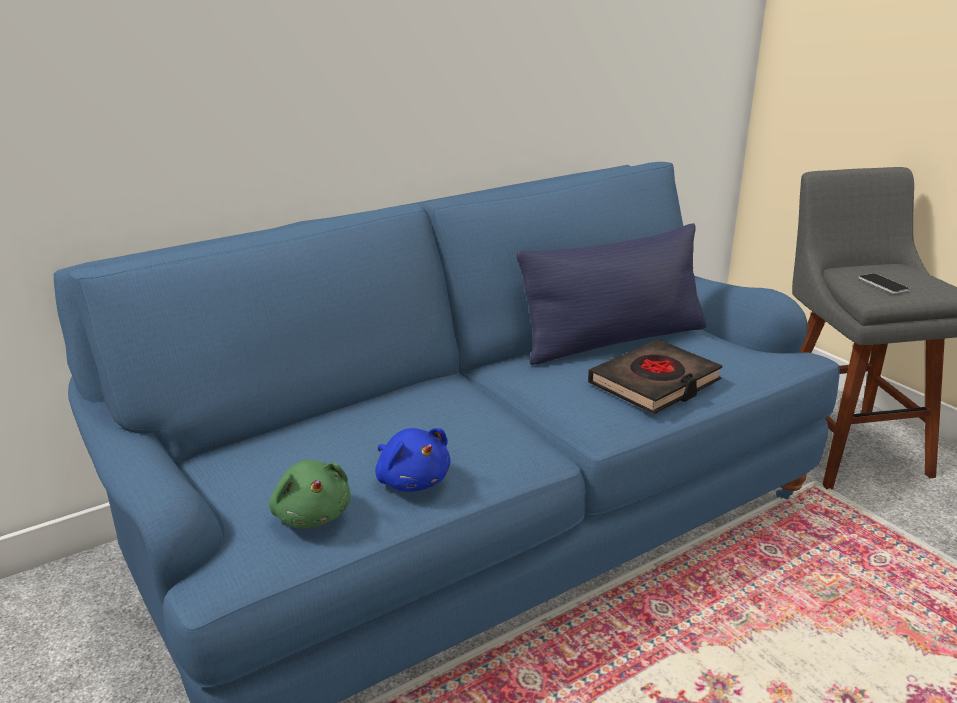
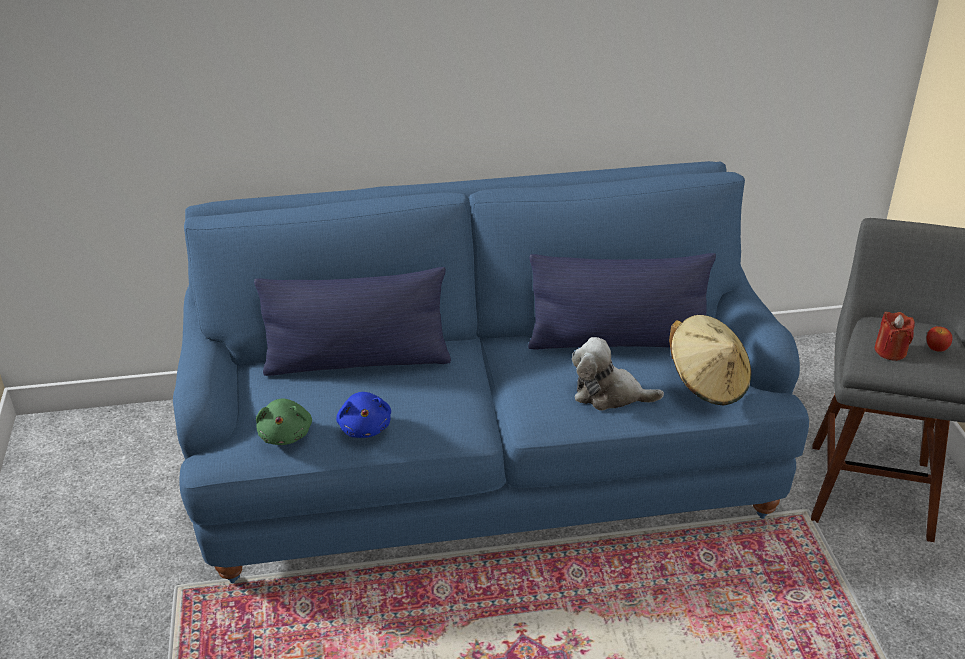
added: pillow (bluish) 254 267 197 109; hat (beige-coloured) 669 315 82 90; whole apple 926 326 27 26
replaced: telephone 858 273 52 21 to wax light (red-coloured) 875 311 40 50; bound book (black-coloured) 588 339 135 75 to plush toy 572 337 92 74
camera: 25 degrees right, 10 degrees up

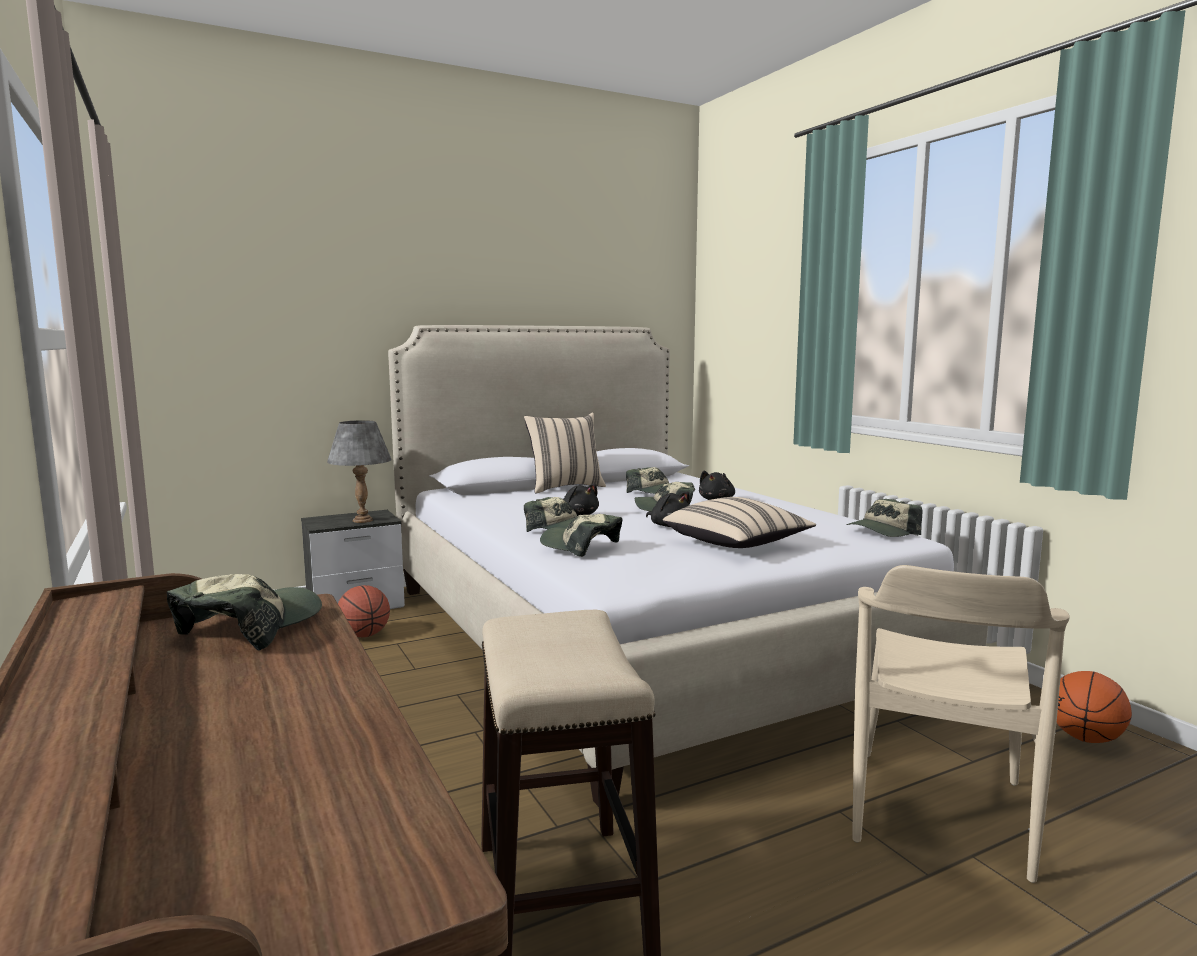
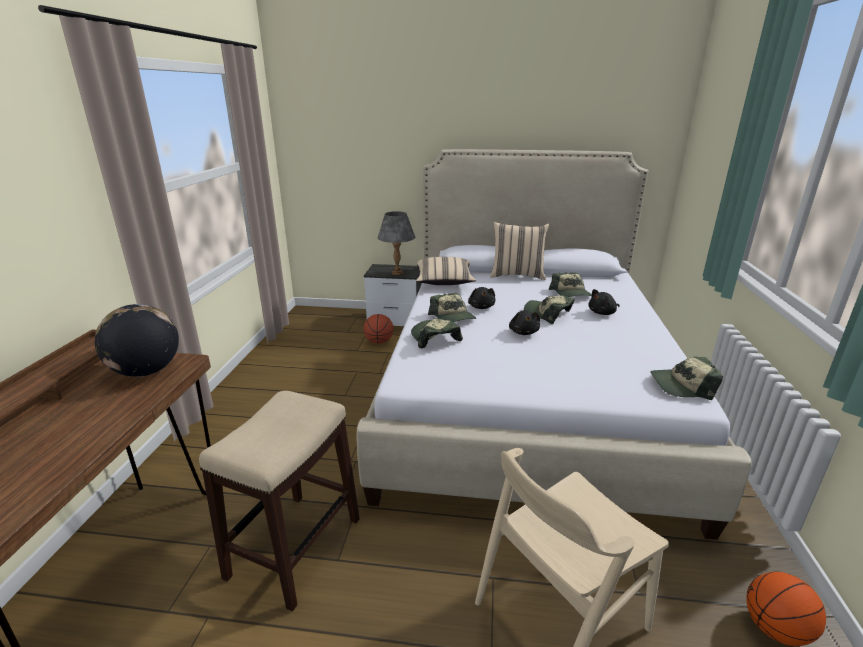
moved: pillow (beige-coloured) 663 497 153 51 to 416 257 60 28
replaced: cap 167 574 155 77 to desk globe 95 304 84 73
camera: 35 degrees right, 15 degrees up

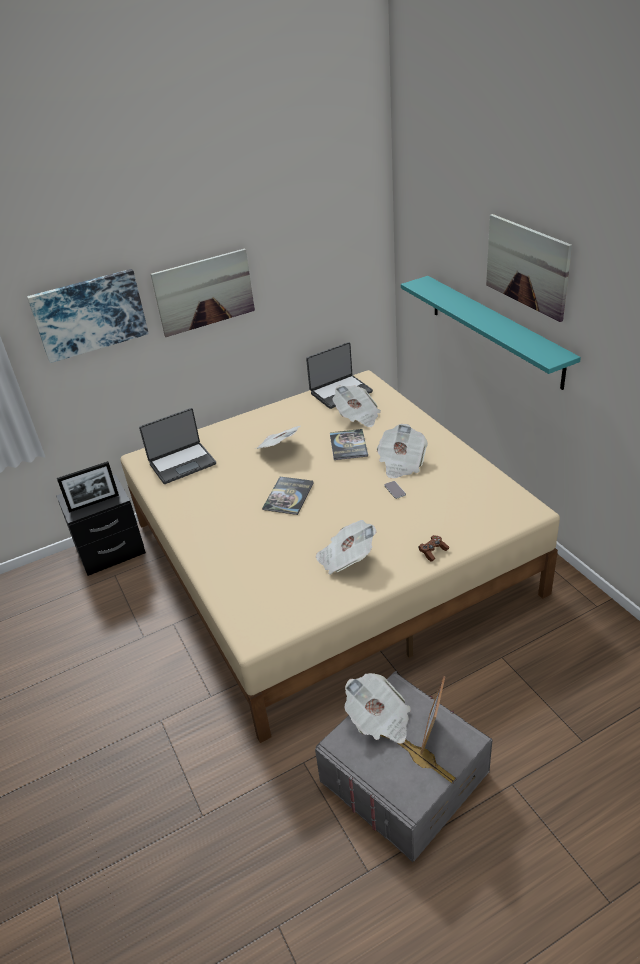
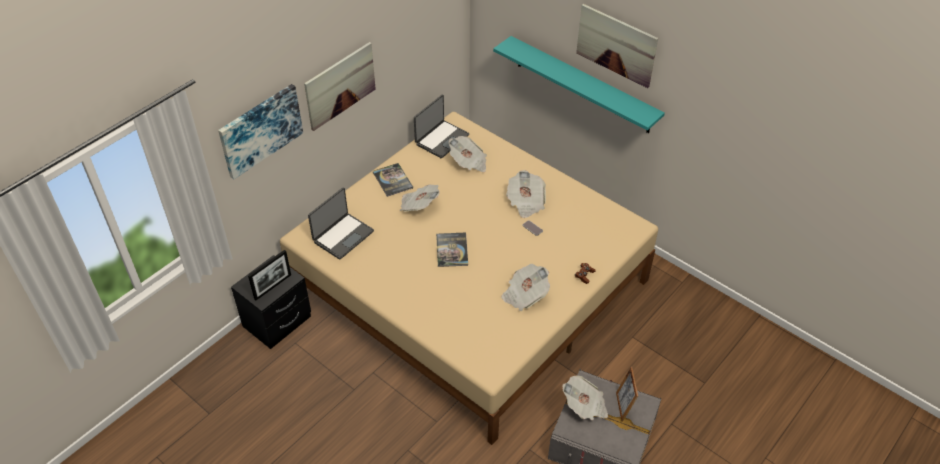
moved: bound book 330 429 38 31 to 373 163 40 34
camera: 25 degrees left, 10 degrees up

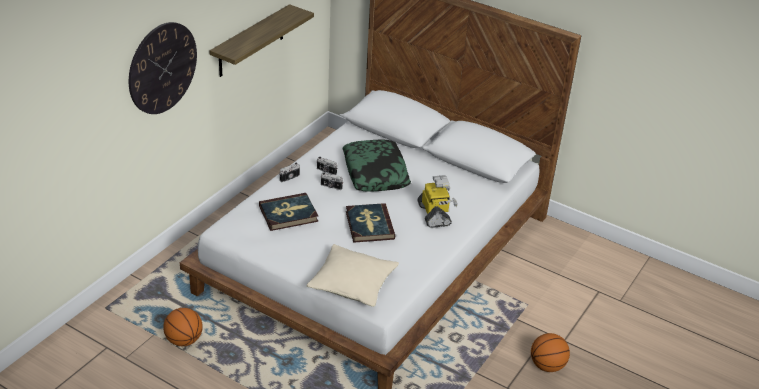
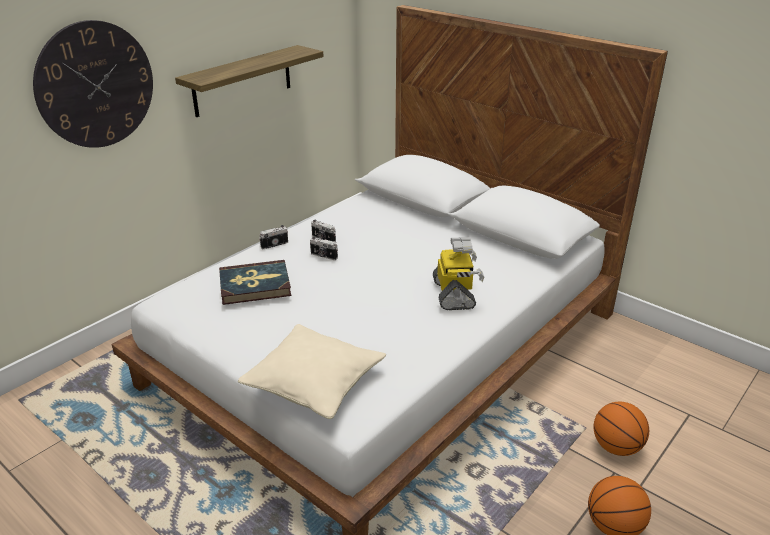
removed: pillow 343 140 68 52; bound book 346 203 50 40
moved: basketball ball 163 308 40 38 to 594 402 55 54
camera: 10 degrees right, 5 degrees down

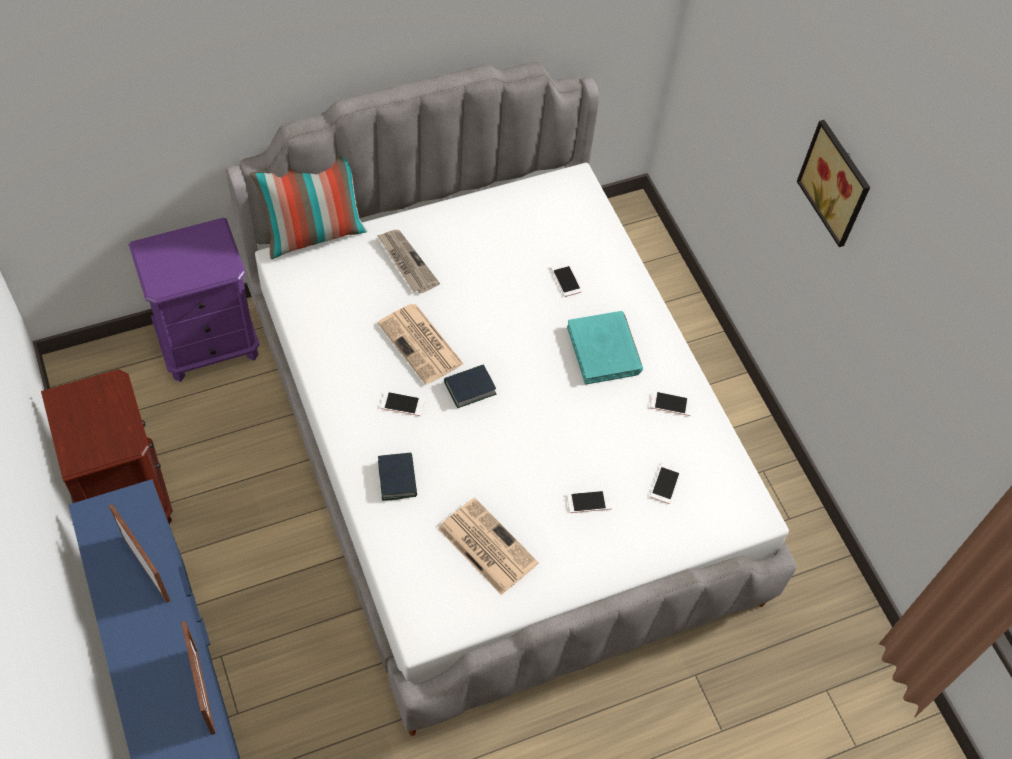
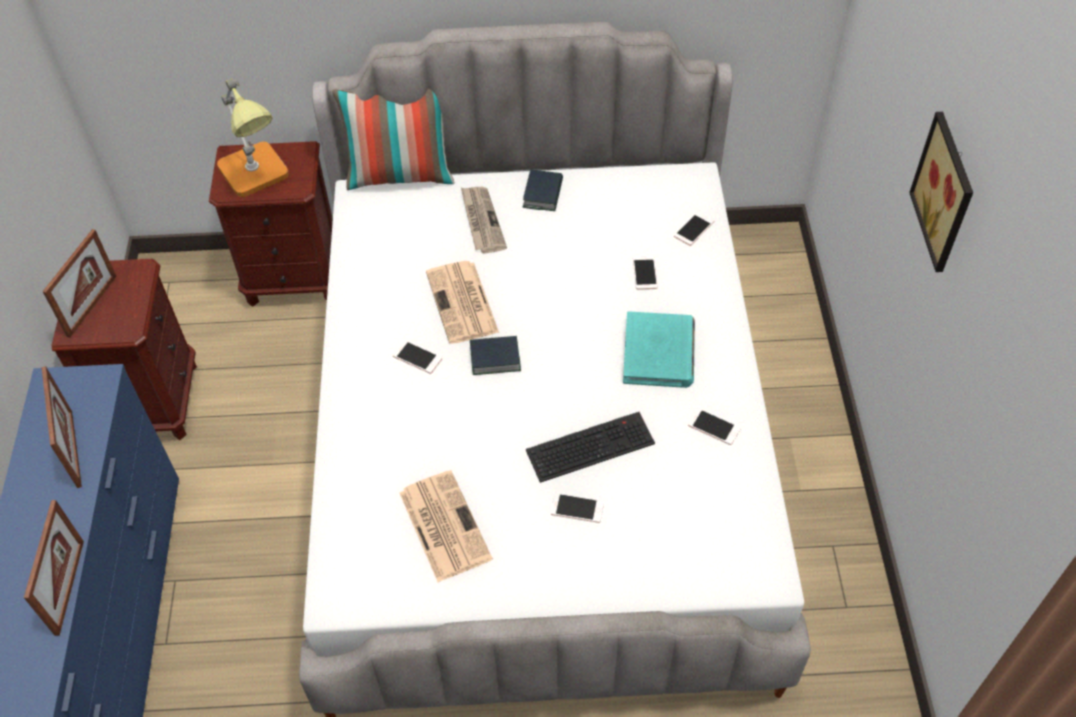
added: table lamp 217 79 72 118; photo frame 42 229 74 109; keyboard 526 412 129 71
moved: bound book 378 453 39 48 to 523 170 40 41; telephone 650 462 32 42 to 674 212 40 34
recoloured: bedside table (purple) 129 217 131 165 to bedside table (brownish) 209 141 124 166
camera: 25 degrees right, 5 degrees down

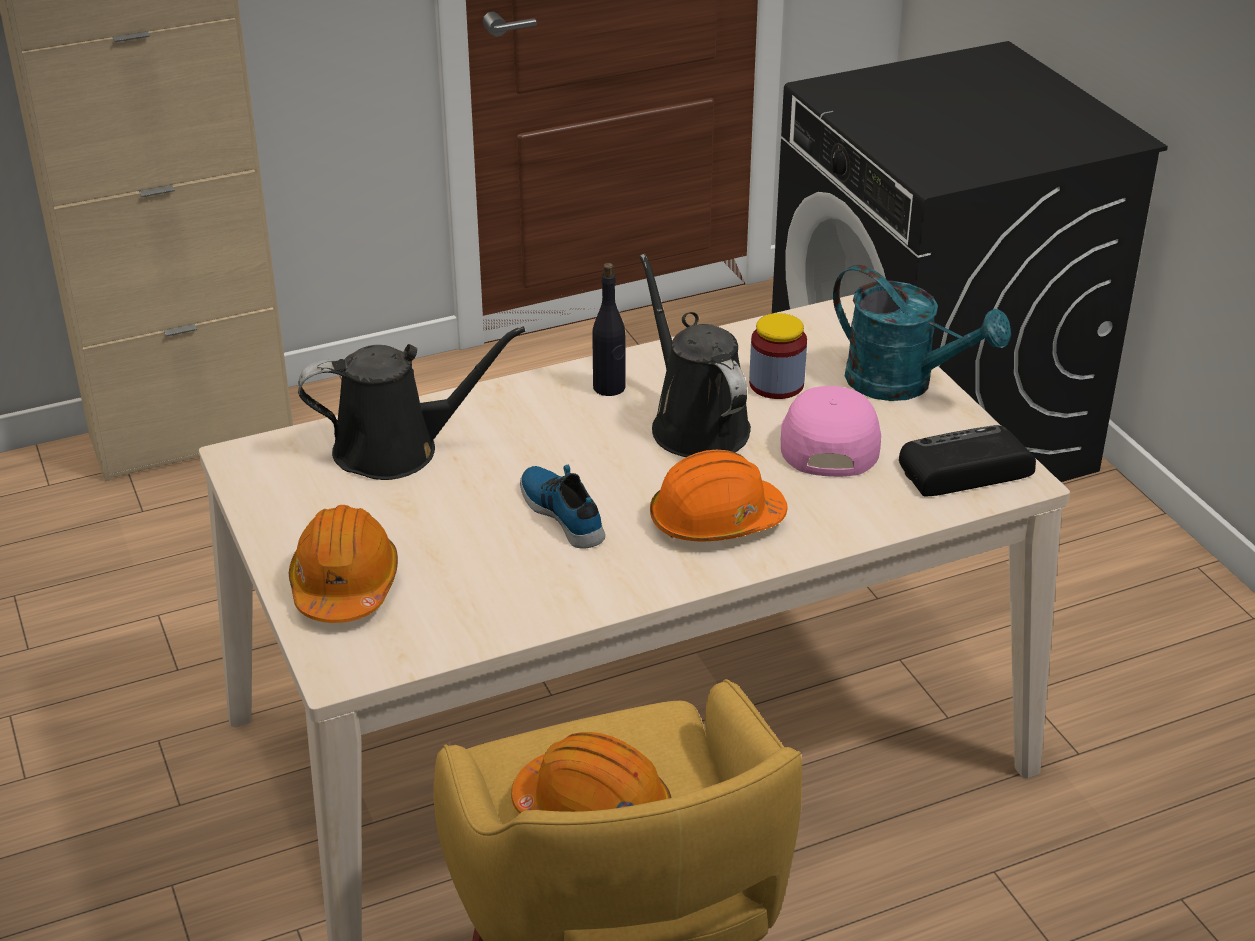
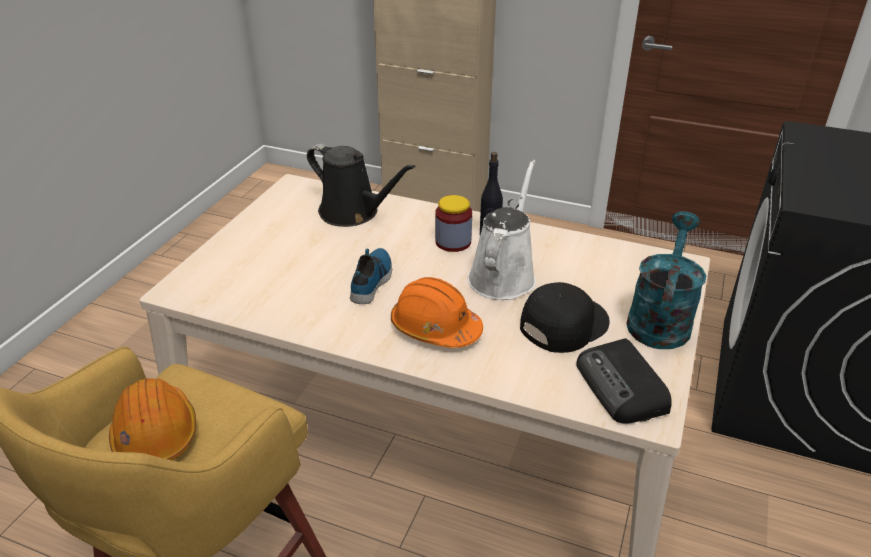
removed: safety helmet (orangey) 289 505 109 118
moved: jar 749 313 58 86 to 435 195 37 57
recoloured: sprinkling can (black-coloured) 639 254 112 203 to sprinkling can (white) 467 160 69 140; cap (pink-coloured) 781 386 100 91 to cap (black-coloured) 520 282 90 71
turned: sprinkling can (turquoise) 833 265 178 136 = 626 211 80 138 150 degrees counterclockwise; radio receiver 899 425 137 71 = 576 338 96 86 135 degrees counterclockwise
camera: 45 degrees right, 0 degrees up

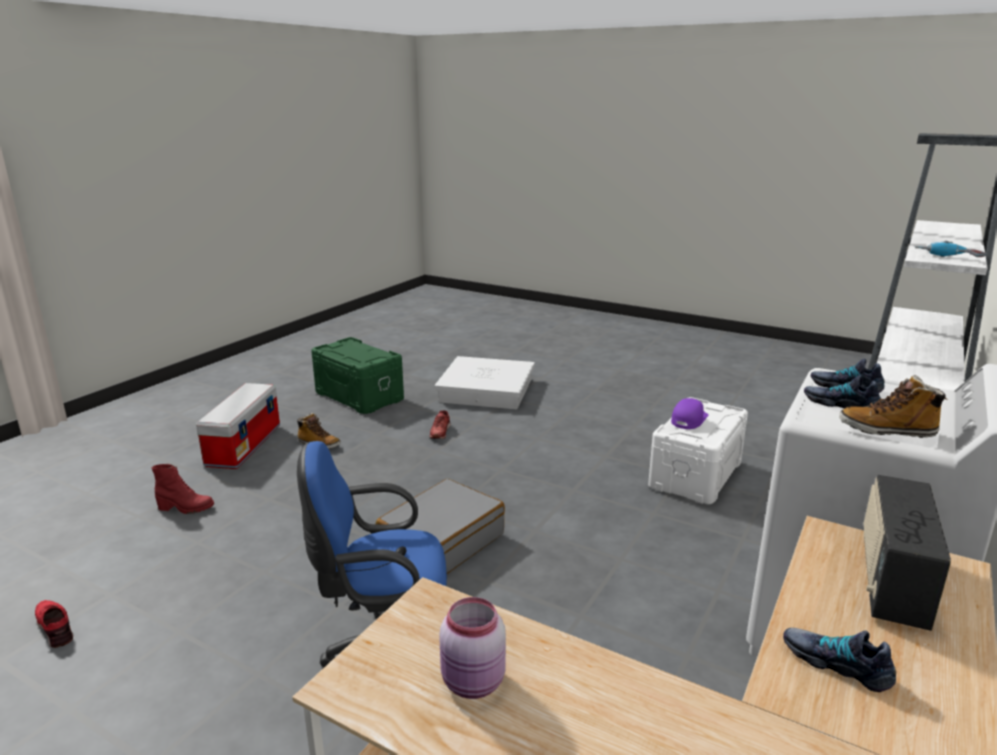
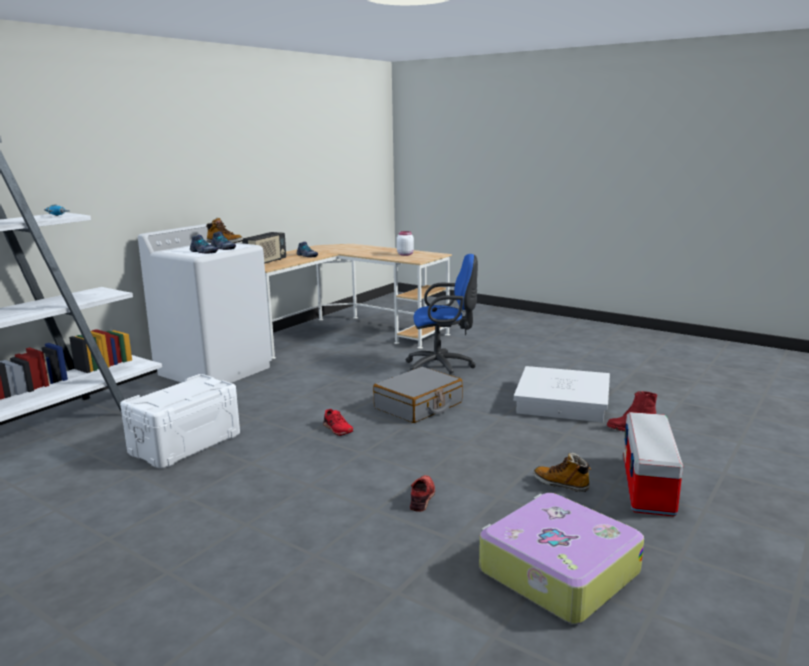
removed: cap (purple) 671 398 38 31
moved: storage container (white) 434 356 101 53 to 514 366 96 56; low shoe (red-coloured) 35 600 38 48 to 323 409 30 27
replaced: storage container (greenish) 311 337 93 77 to travel case 479 493 165 131
recoloured: jar (pink-coloured) 439 597 67 102 to jar (white) 397 231 17 25
camera: 175 degrees left, 5 degrees down

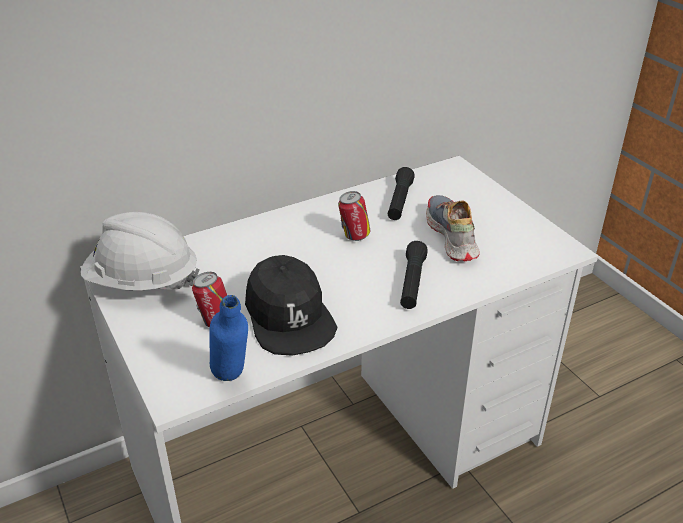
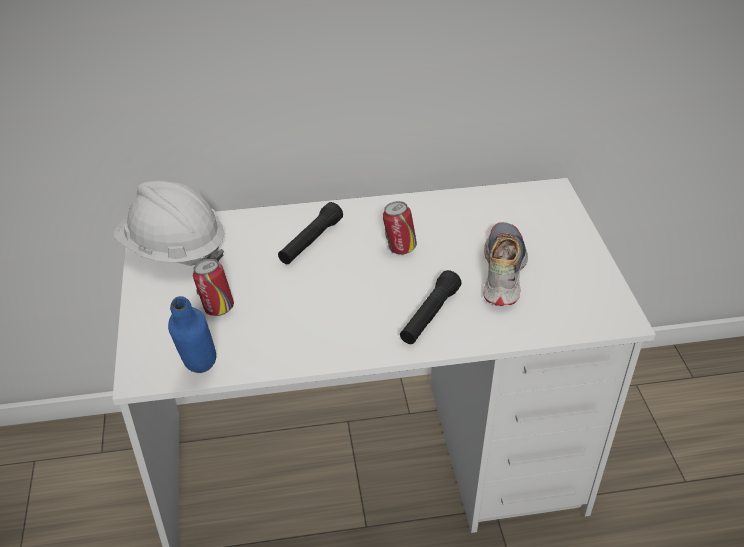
removed: cap (black-coloured) 245 255 93 101
moved: torch (black-coloured) 388 167 27 53 to 278 202 65 62
camera: 20 degrees right, 5 degrees up

